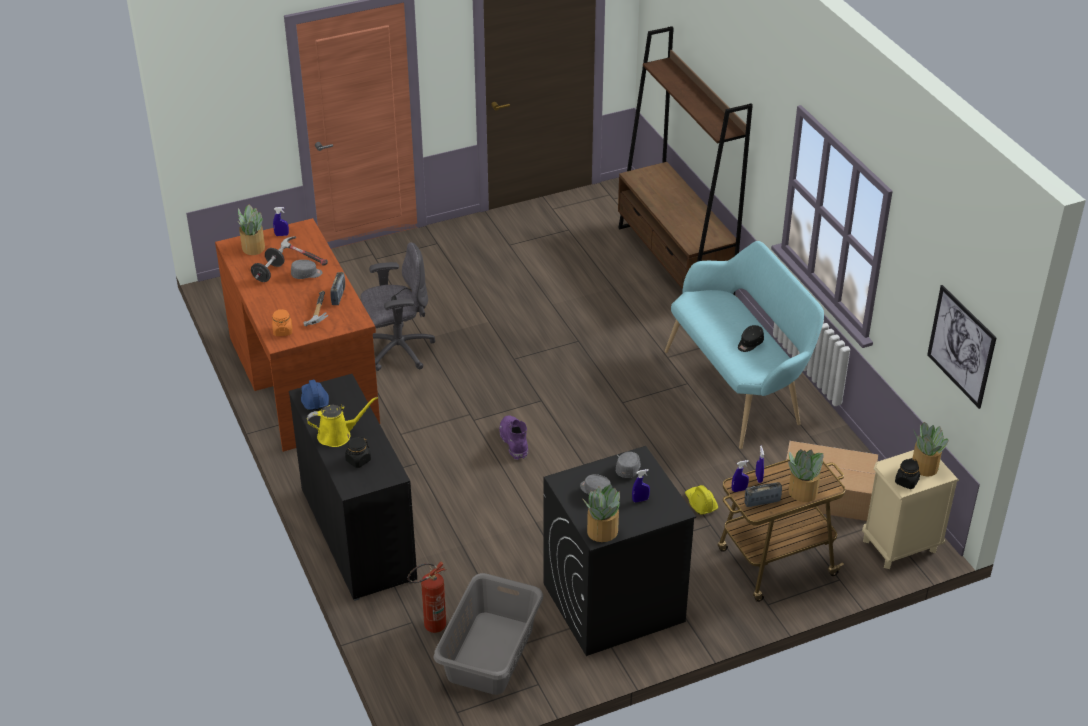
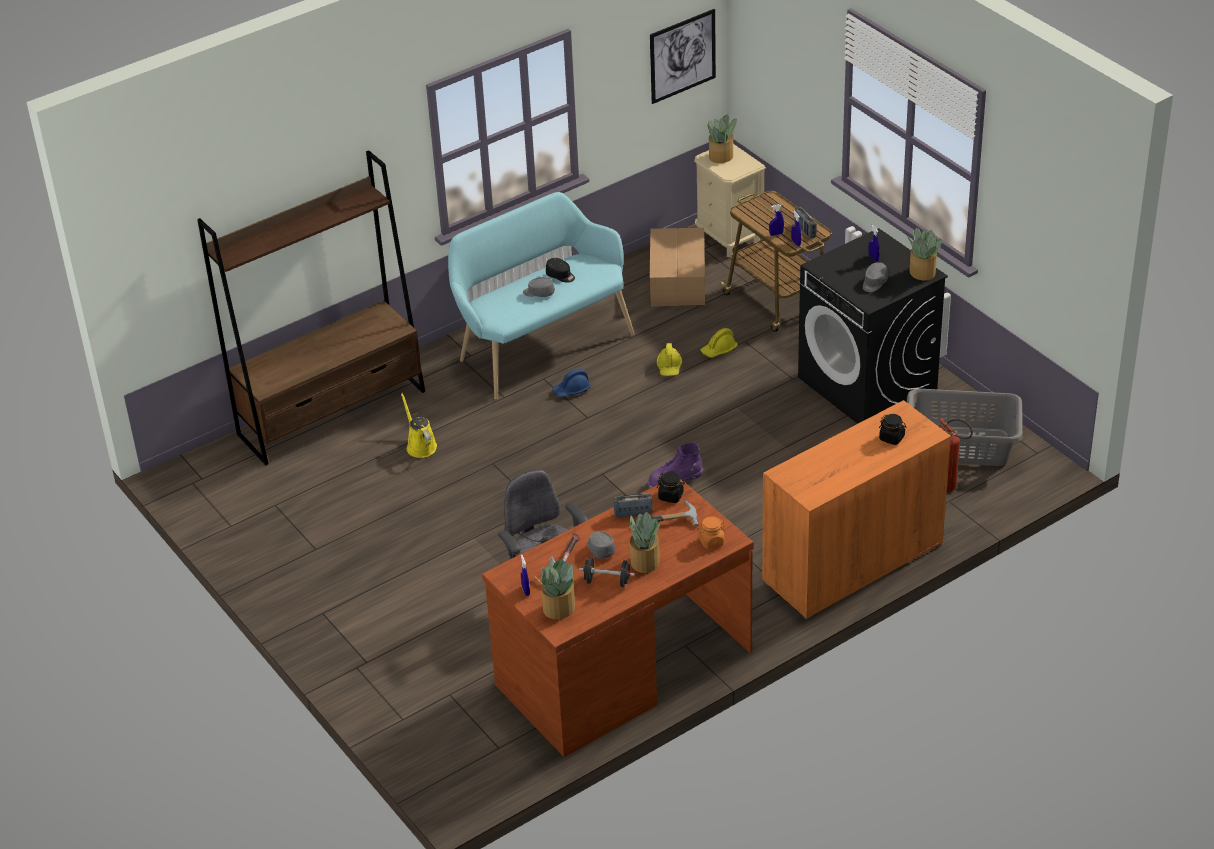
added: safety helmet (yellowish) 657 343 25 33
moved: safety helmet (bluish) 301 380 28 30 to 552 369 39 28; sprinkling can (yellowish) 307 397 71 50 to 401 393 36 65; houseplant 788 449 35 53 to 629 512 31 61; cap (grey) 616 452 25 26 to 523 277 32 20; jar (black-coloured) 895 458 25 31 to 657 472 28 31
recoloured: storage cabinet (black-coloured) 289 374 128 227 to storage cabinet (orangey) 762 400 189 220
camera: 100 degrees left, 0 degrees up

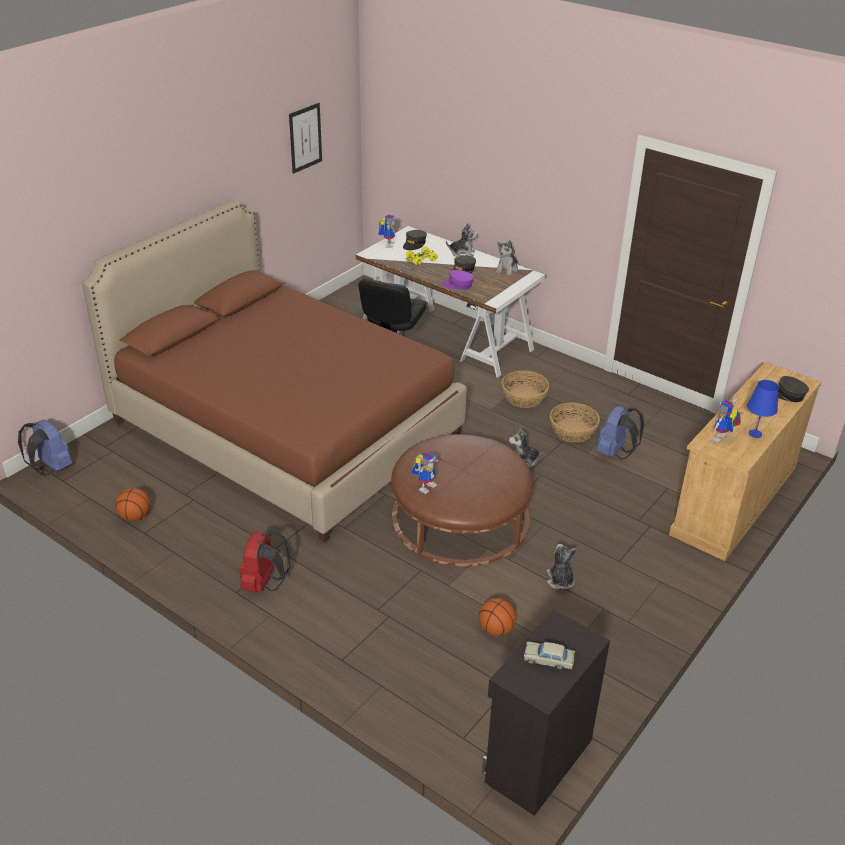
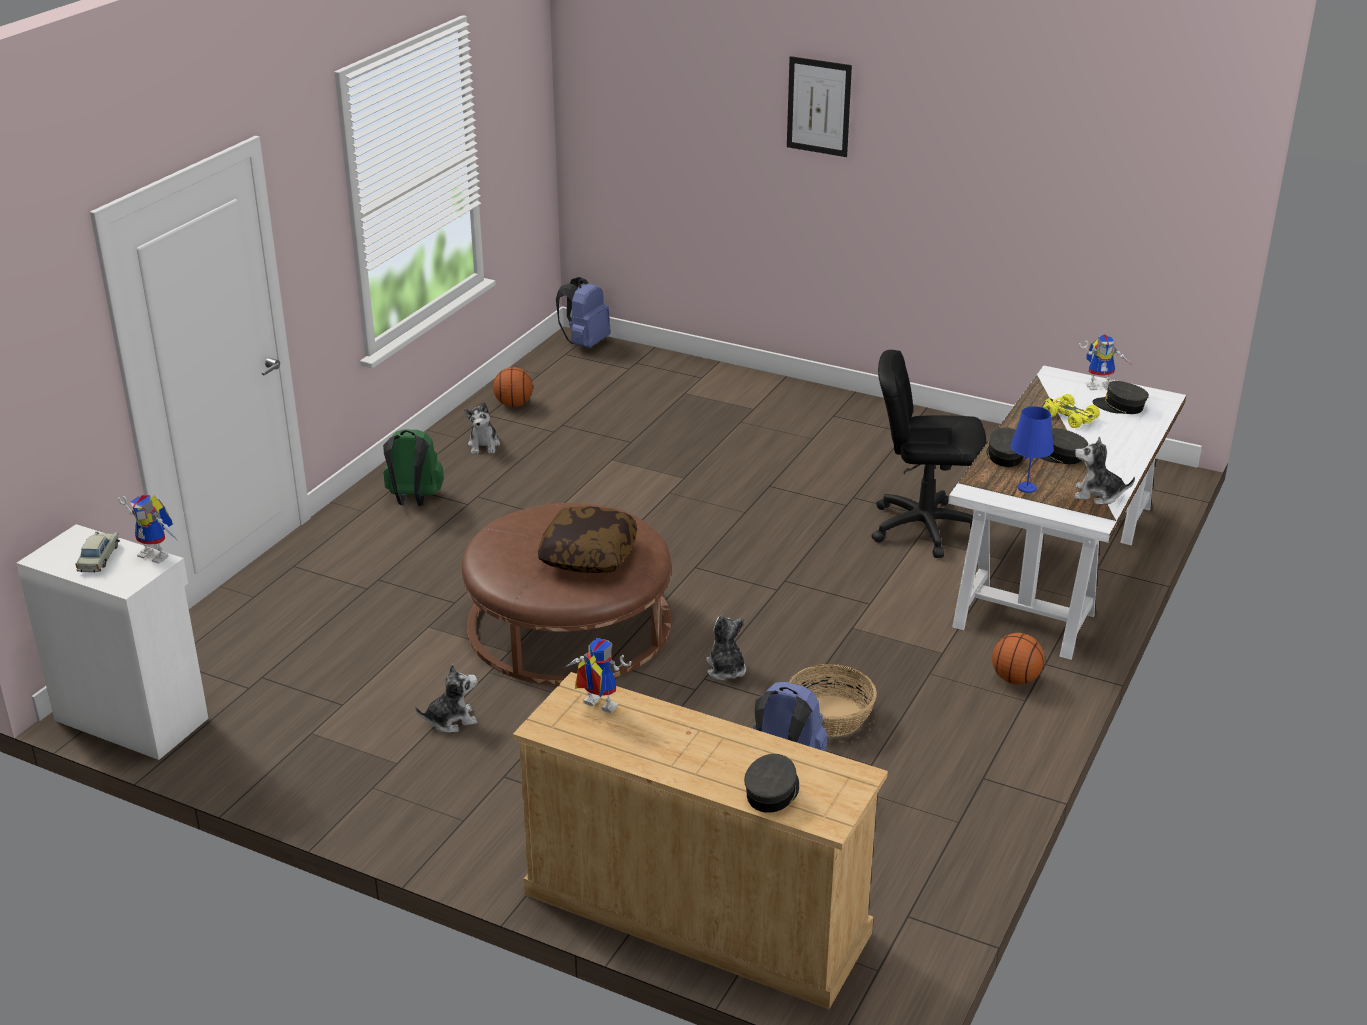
removed: sleeping bed (brownish) 82 200 385 343; household basket 501 371 49 37
added: pillow 538 506 99 67
moved: picture 289 103 33 71 to 787 56 65 101; plush toy 446 223 32 34 to 464 402 36 52; table lamp (bluish) 747 380 32 58 to 1010 406 44 87; model robot 411 453 30 41 to 118 495 61 69; basketball ball 478 598 38 38 to 992 633 52 52
recoloured: cap (purple) 442 270 32 20 to cap (grey) 987 427 37 40; backpack (red-coloured) 239 531 51 61 to backpack (greenish) 383 429 61 77; storage cabinet (black-coloured) 482 610 128 206 to storage cabinet (white) 16 524 193 236
camera: 80 degrees right, 5 degrees down

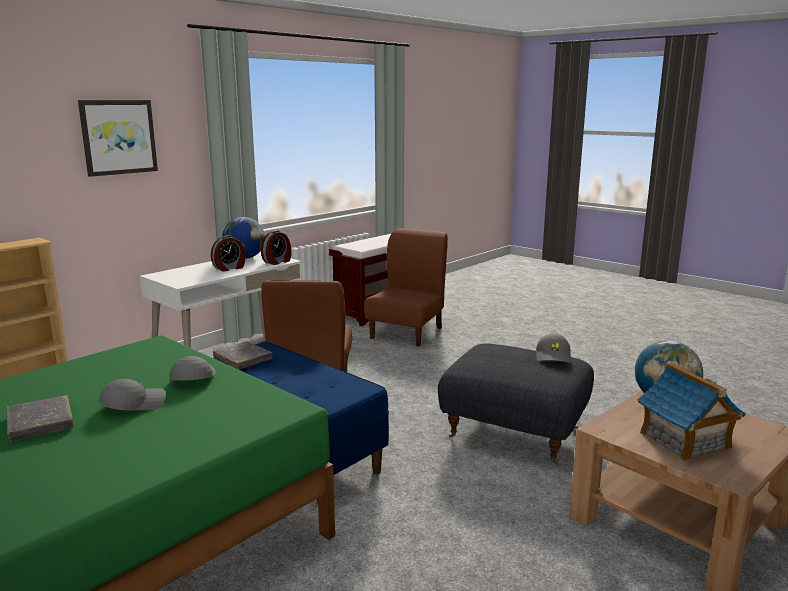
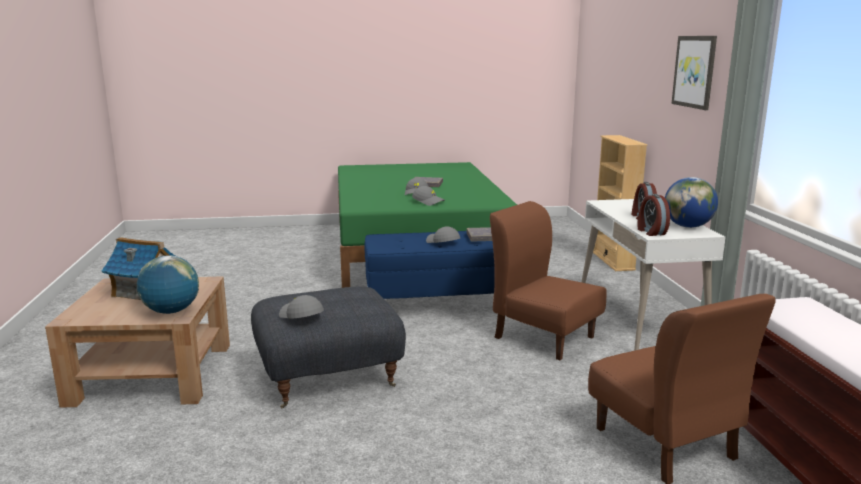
added: cap (grey) 426 227 34 16
camera: 130 degrees right, 0 degrees up

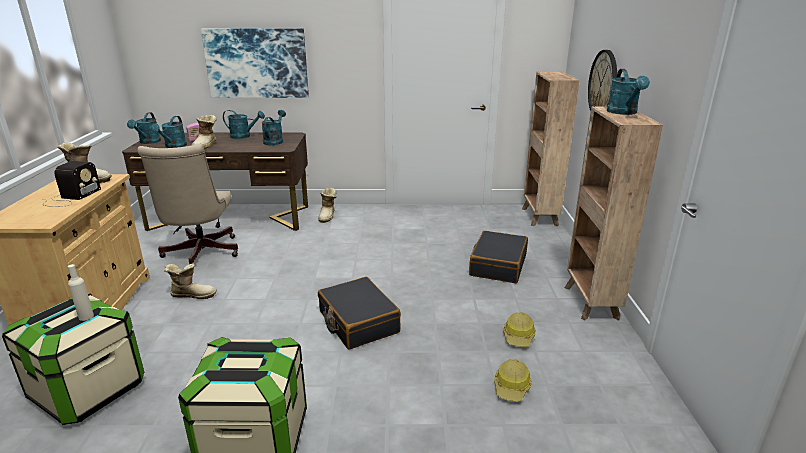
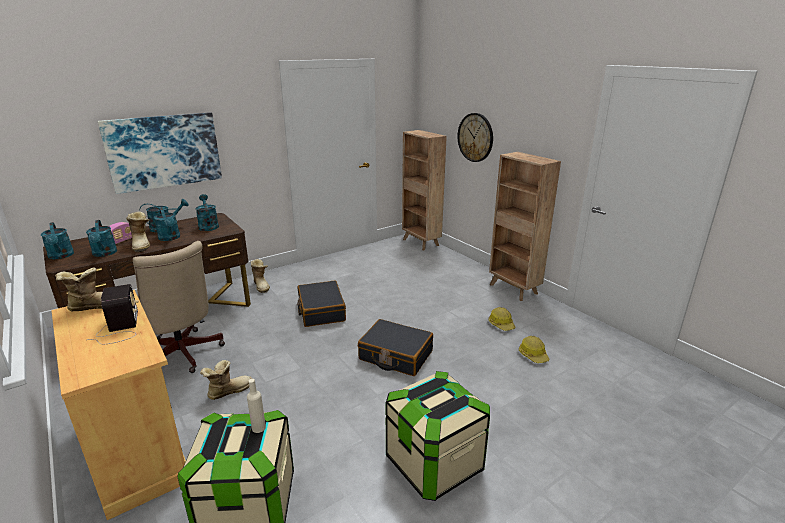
moved: sprinkling can (turquoise) 607 69 43 46 to 154 207 26 34; travel case (black-coloured) 469 231 59 52 to 297 281 49 46
camera: 35 degrees left, 0 degrees up

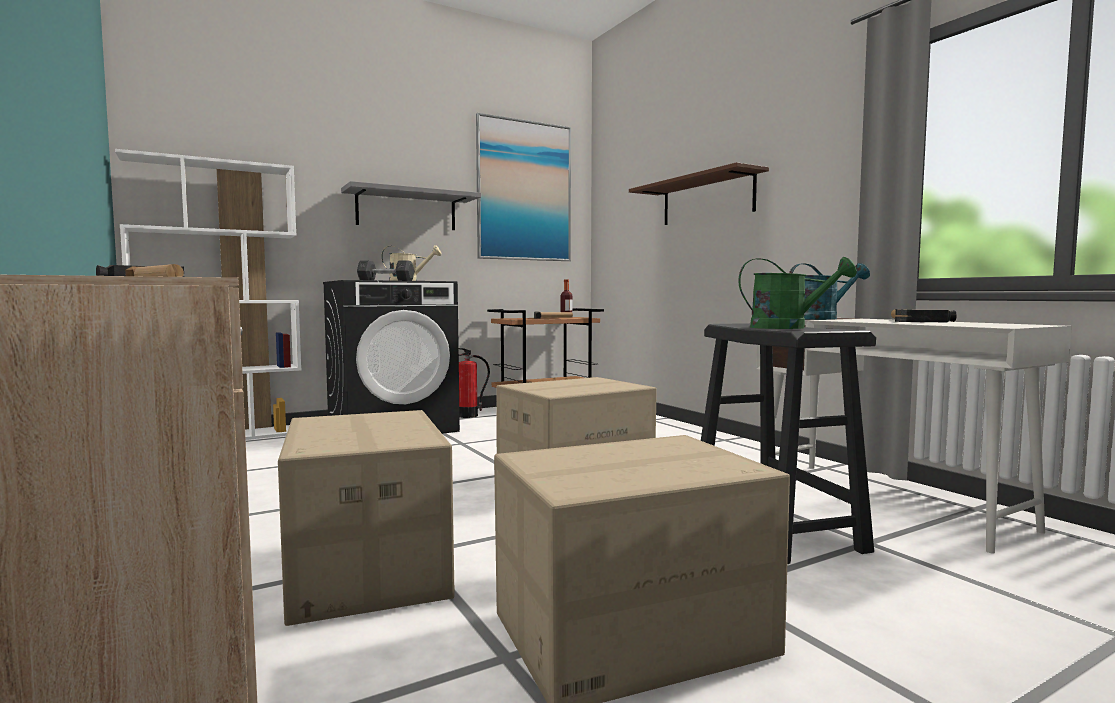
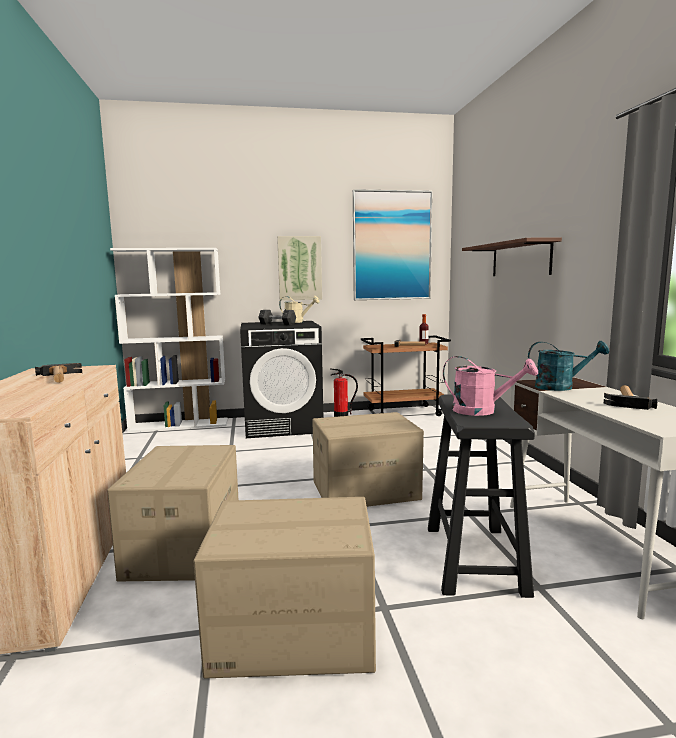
replaced: bracket shelf (grey) 341 181 140 49 to picture 277 236 45 64
recoloured: sprinkling can (greenish) 738 257 119 72 to sprinkling can (pink-coloured) 443 356 95 60
camera: 20 degrees right, 5 degrees up

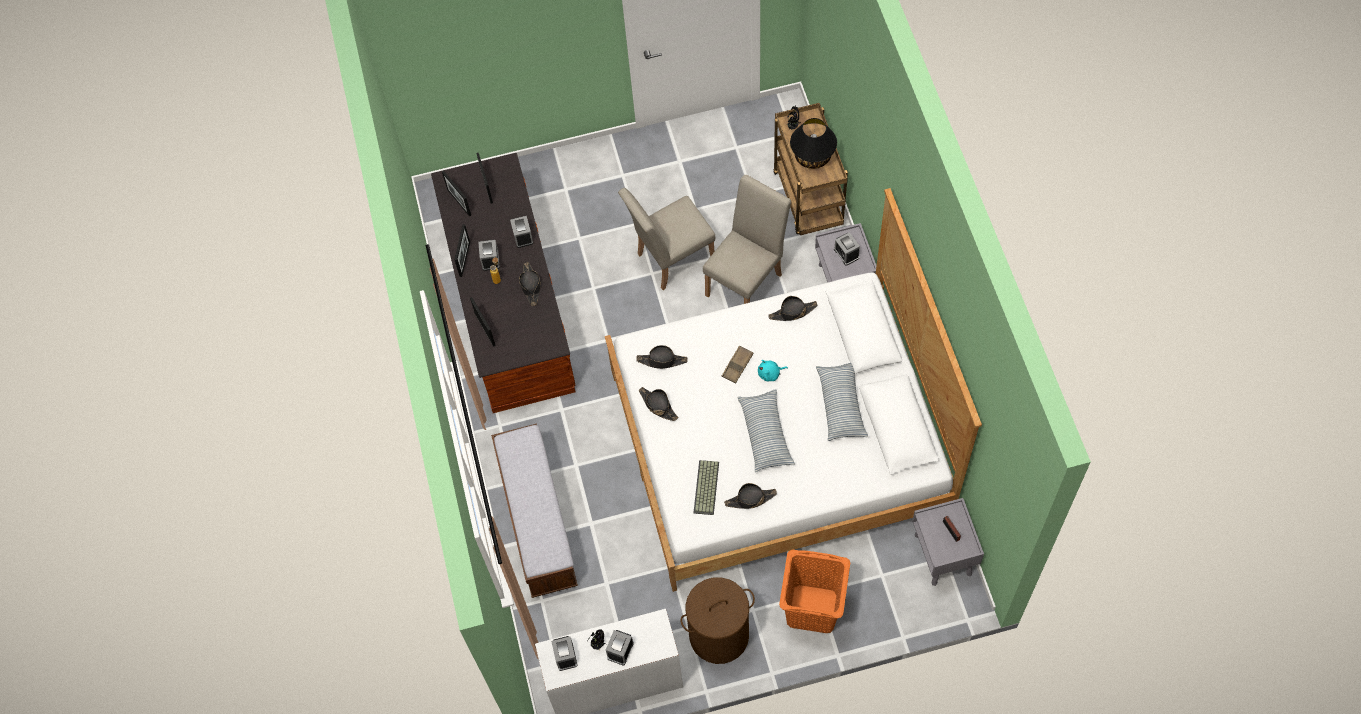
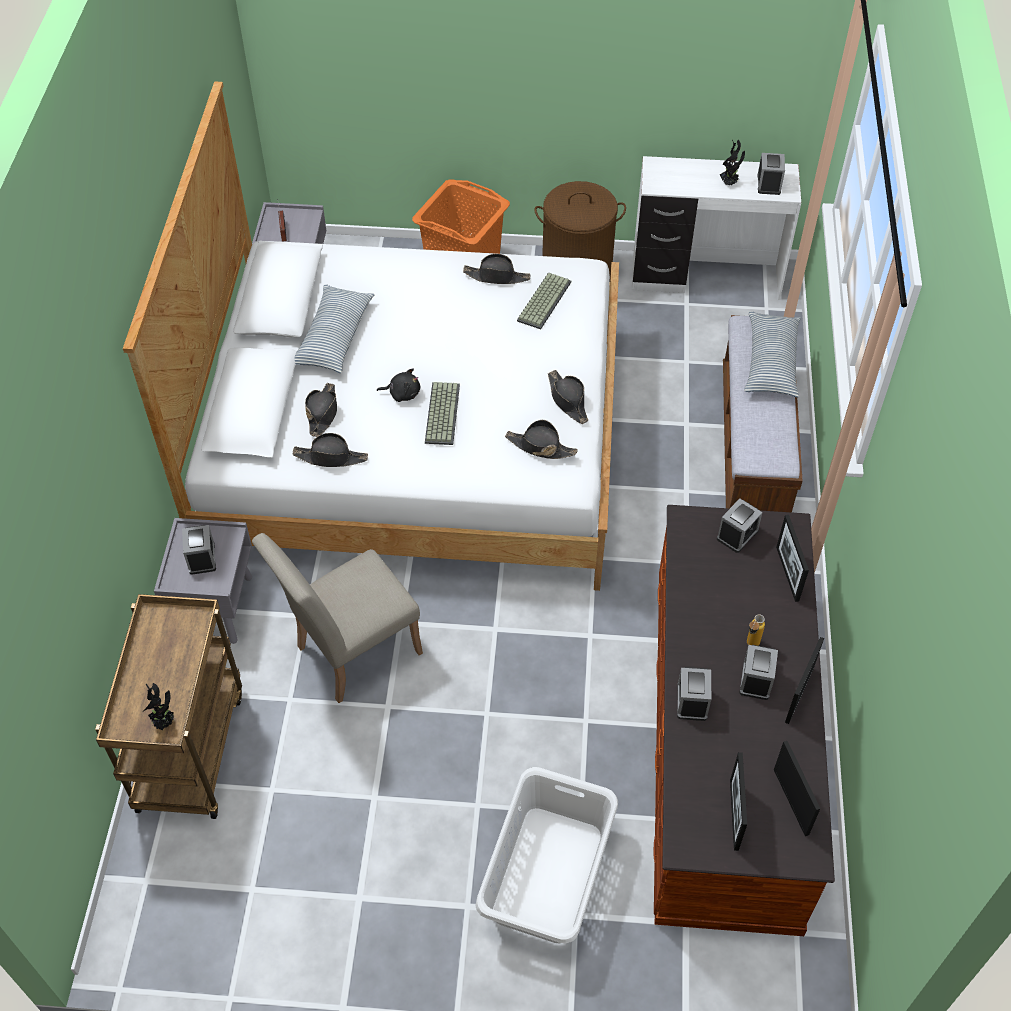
removed: table lamp (black-coloured) 790 118 47 51; plain chair (beige-coloured) 618 188 97 102
added: washing basket (white) 476 767 142 177
moved: hat (black-coloured) 519 262 22 44 to 305 383 32 54; pillow 738 390 57 82 to 744 311 57 87; alarm clock 606 630 28 35 to 717 498 45 55
replaced: carrying tray (brownish) 722 345 32 39 to keyboard 425 382 35 63
recoloured: plush toy (turquoise) 758 360 30 21 to plush toy (black-coloured) 377 368 43 34
camera: 165 degrees left, 10 degrees down

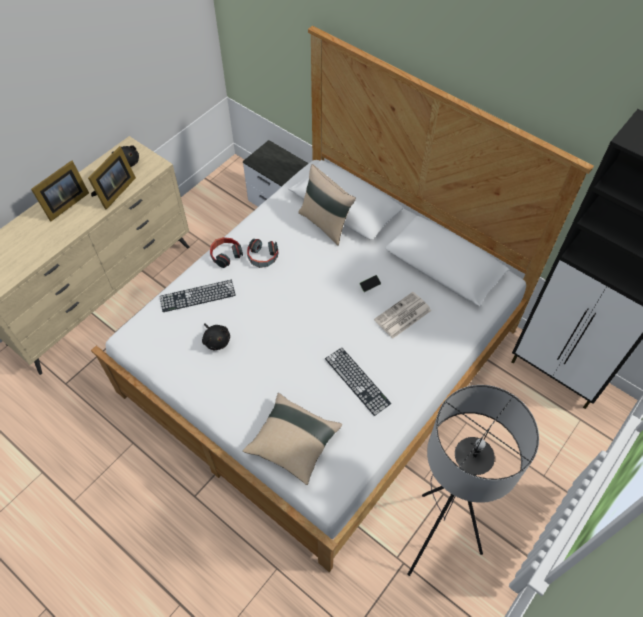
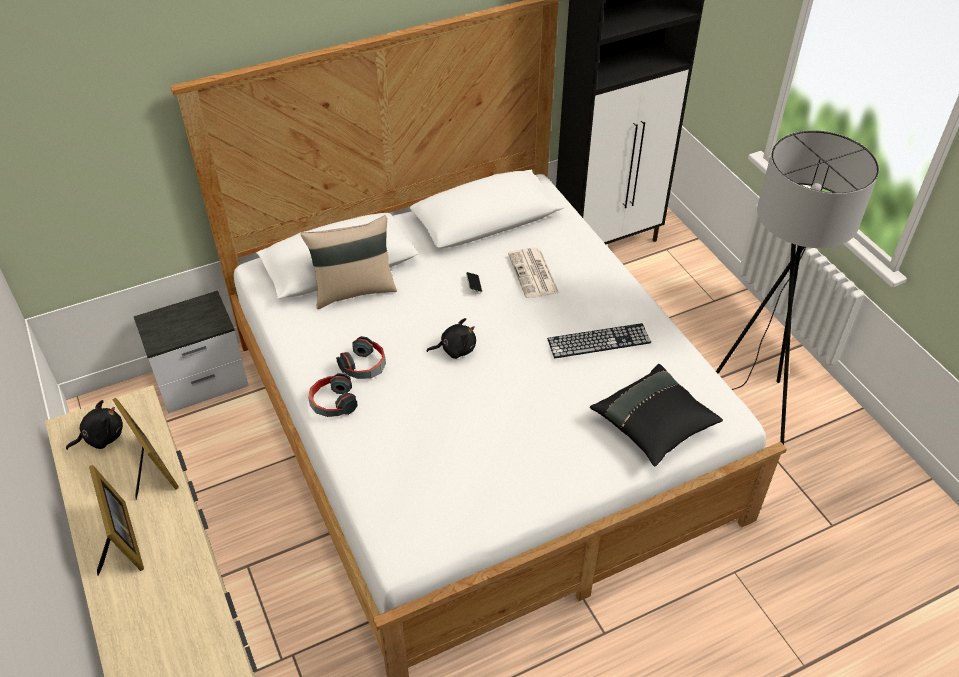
removed: keyboard 159 280 77 32
moved: plush toy (black-coloured) 202 323 28 27 to 427 318 49 41
recoloured: pillow (beige-coloured) 243 393 99 92 to pillow (black-coloured) 590 364 133 102
camera: 65 degrees left, 10 degrees down

